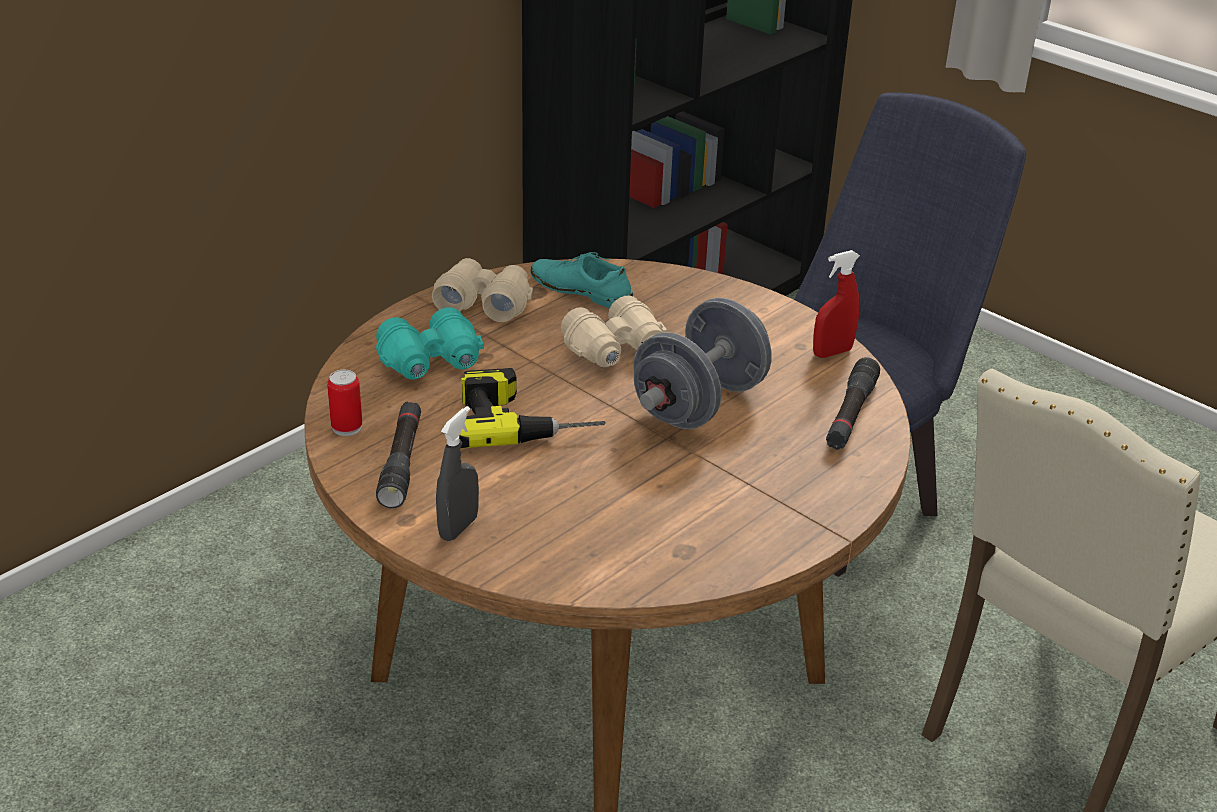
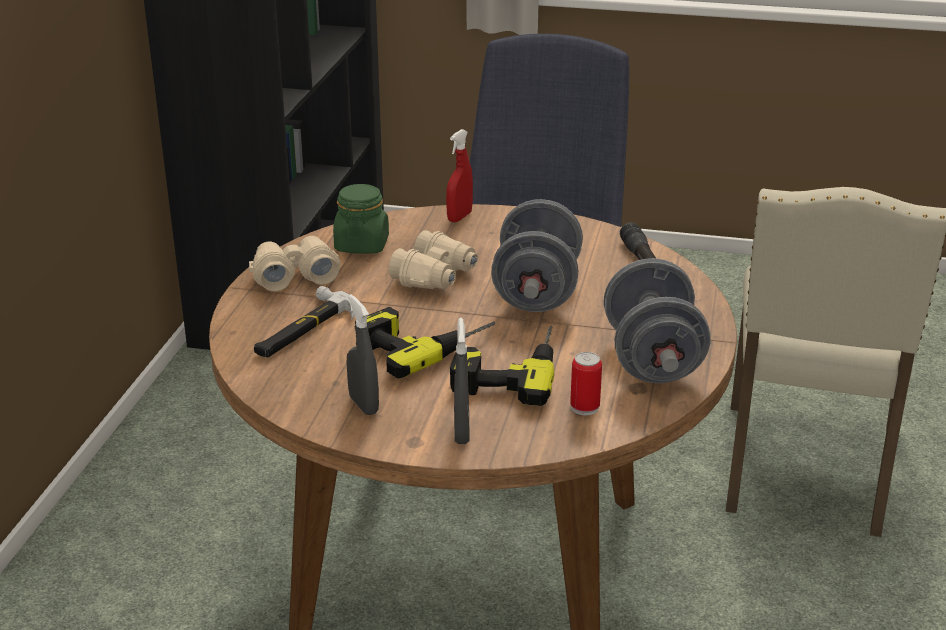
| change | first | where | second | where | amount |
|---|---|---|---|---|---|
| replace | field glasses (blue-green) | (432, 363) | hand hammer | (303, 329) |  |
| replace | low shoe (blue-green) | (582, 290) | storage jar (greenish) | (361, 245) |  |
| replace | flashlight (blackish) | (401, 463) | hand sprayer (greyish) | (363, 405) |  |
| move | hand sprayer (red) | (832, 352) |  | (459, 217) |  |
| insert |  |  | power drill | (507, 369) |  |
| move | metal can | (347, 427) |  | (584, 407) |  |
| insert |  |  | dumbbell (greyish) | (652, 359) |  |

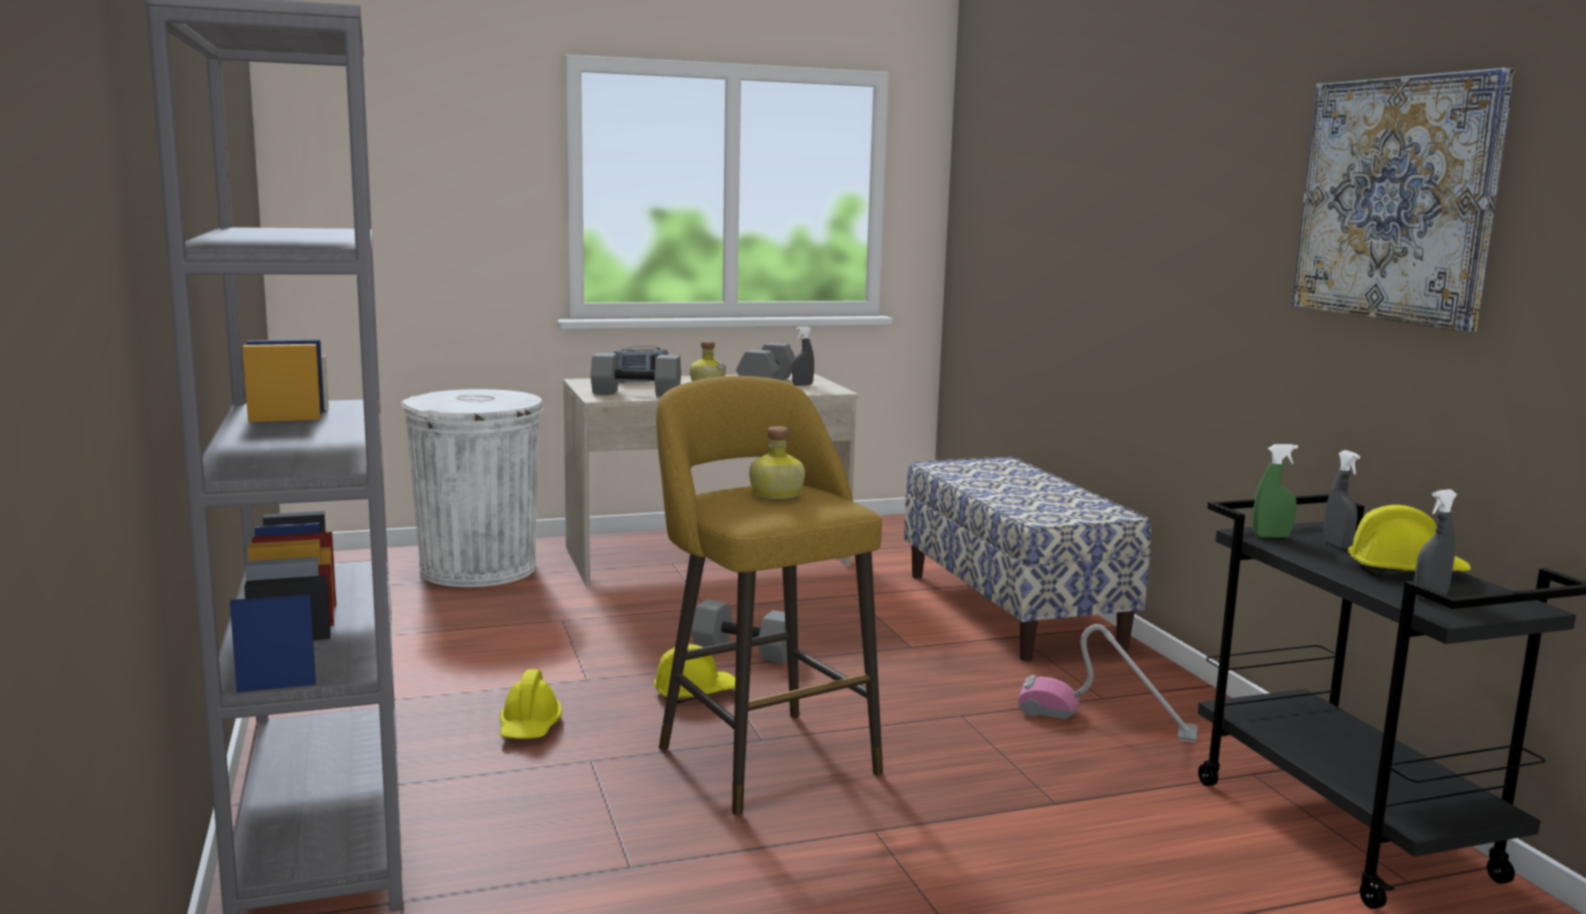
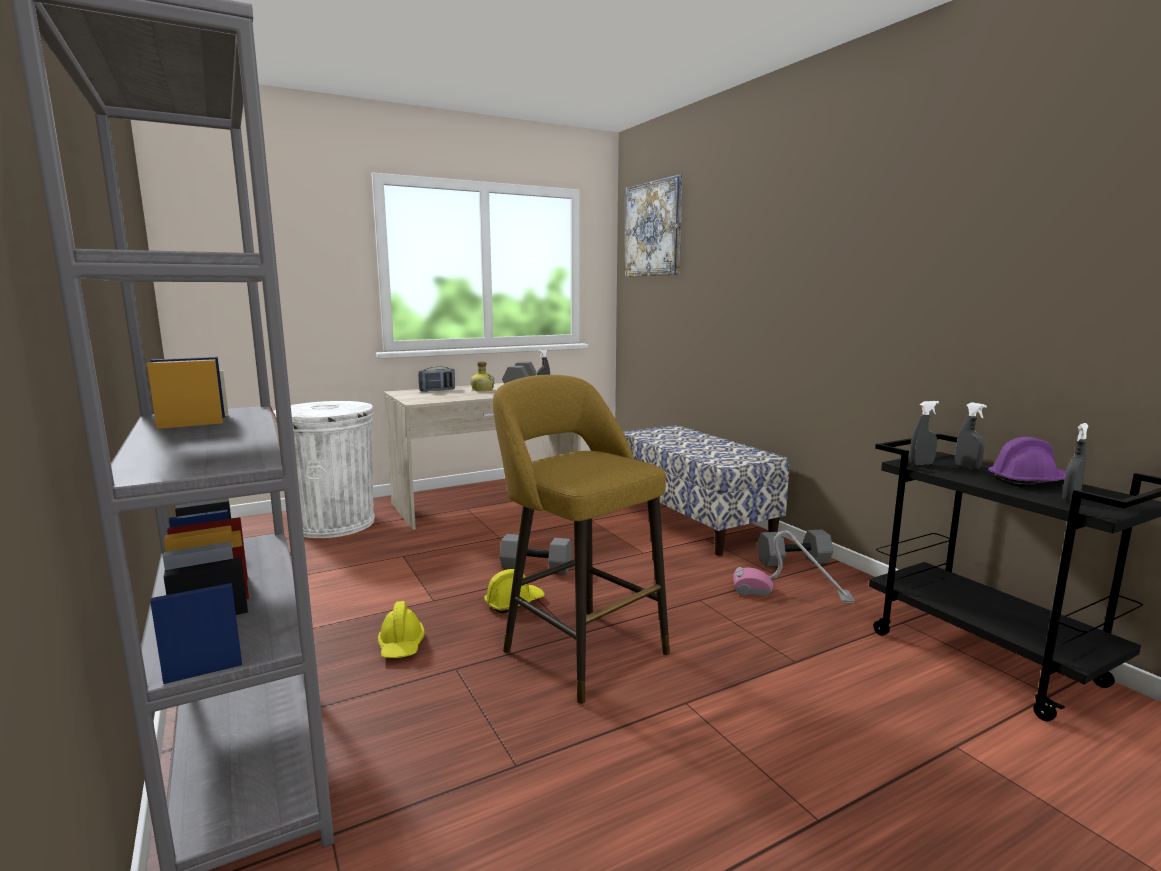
| change | first | where | second | where | amount |
|---|---|---|---|---|---|
| move | picture | (1397, 199) |  | (653, 229) |  |
| move | dumbbell (greyish) | (635, 393) |  | (793, 562) |  |
| recolor | hand sprayer (greenish) | (1271, 536) | hand sprayer (greyish) | (921, 464) |  |
| recolor | work helmet (yellow-coloured) | (1405, 571) | work helmet (purplish) | (1030, 481) |  |
| delete | bottle | (775, 494) |  |  |  |

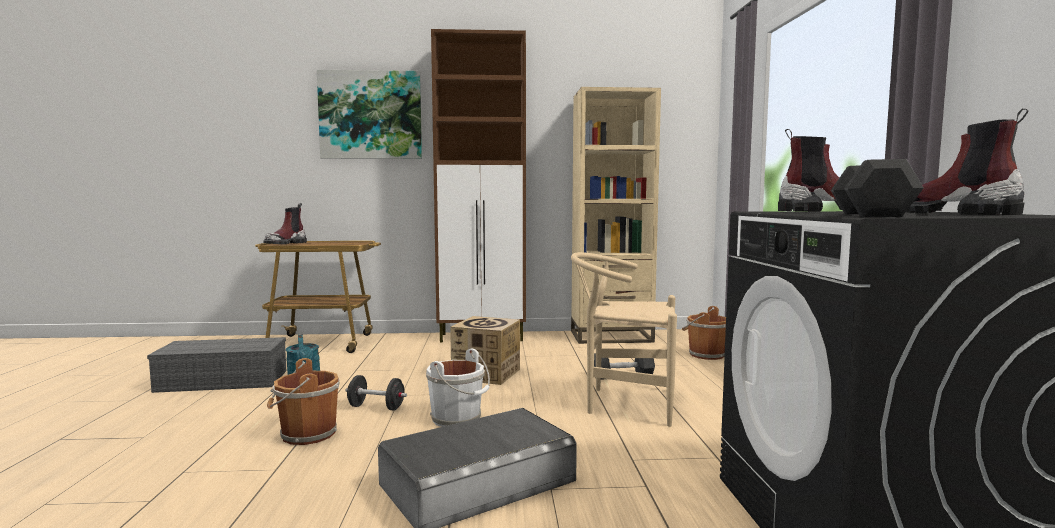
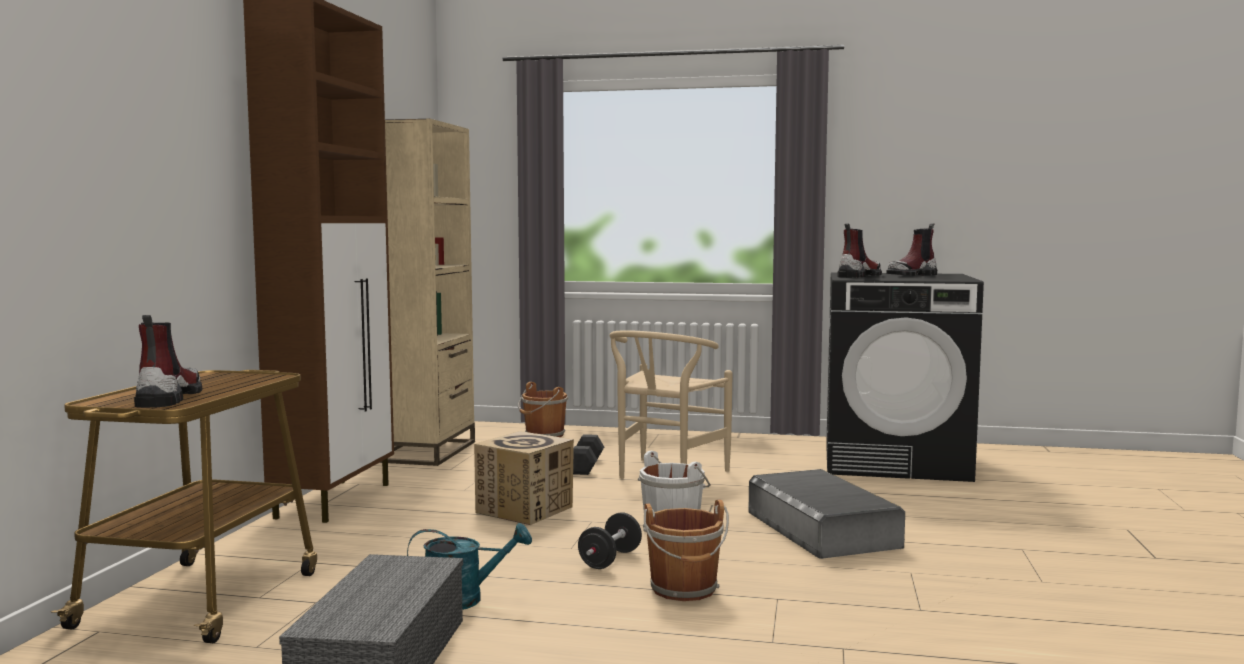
| change | first | where | second | where | amount |
|---|---|---|---|---|---|
| rotate | boot | (286, 243) |  | (169, 398) | 135 degrees counterclockwise |
| delete | picture | (370, 115) |  |  |  |
| delete | dumbbell (blackish) | (869, 215) |  |  |  |

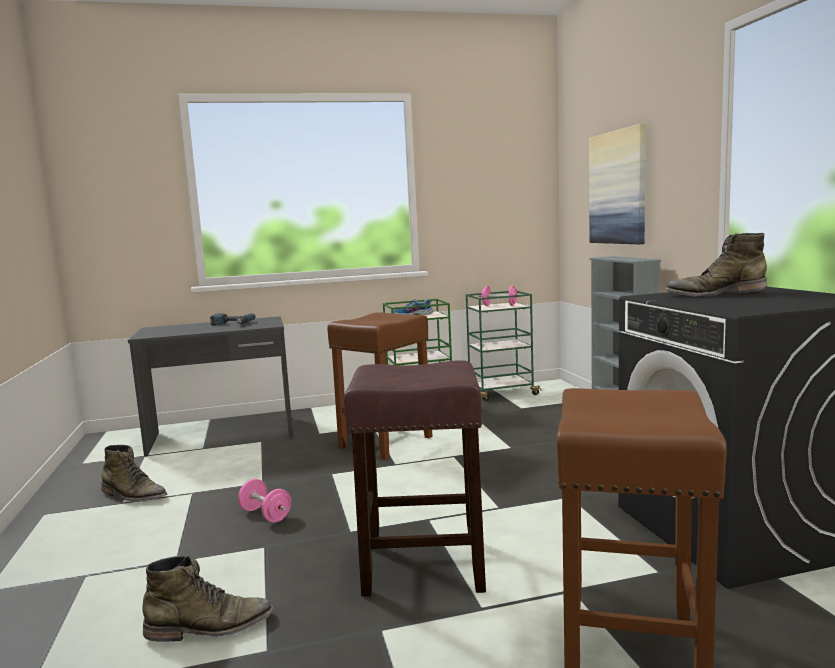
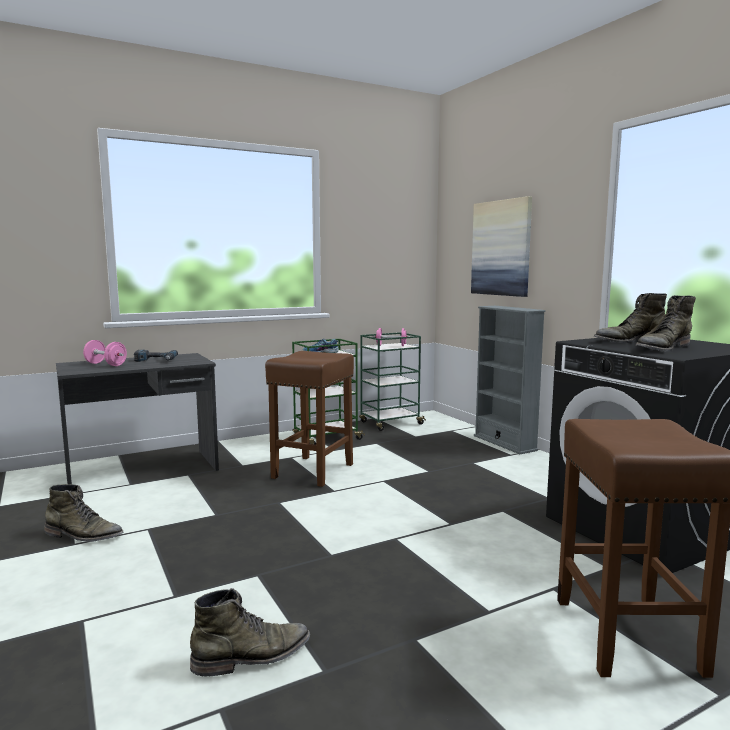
| change | first | where | second | where | amount |
|---|---|---|---|---|---|
| move | dumbbell (pink) | (266, 515) |  | (106, 364) |  |
| insert |  |  | boot (greenish) | (662, 348) |  |
| delete | stool (brown) | (421, 567) |  |  |  |

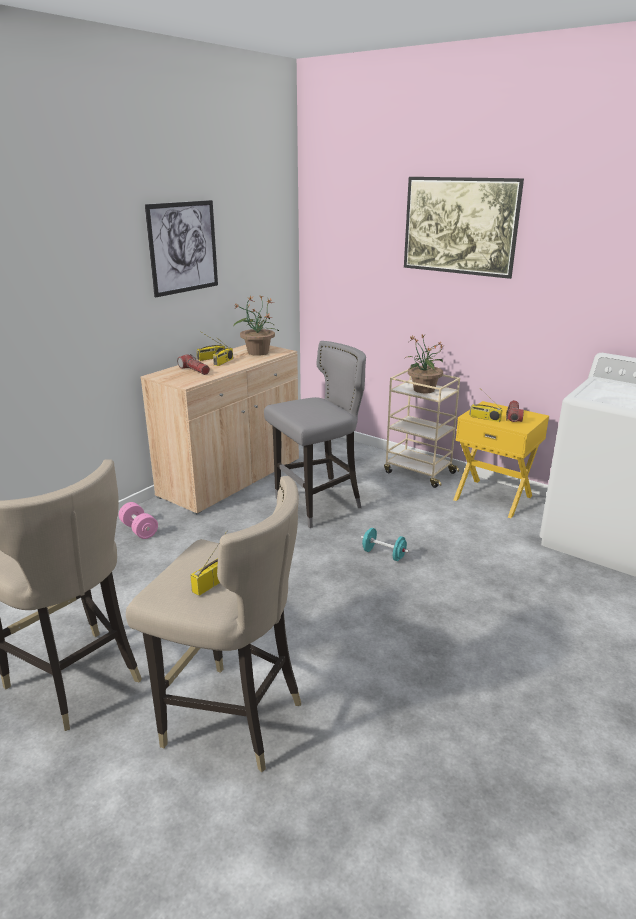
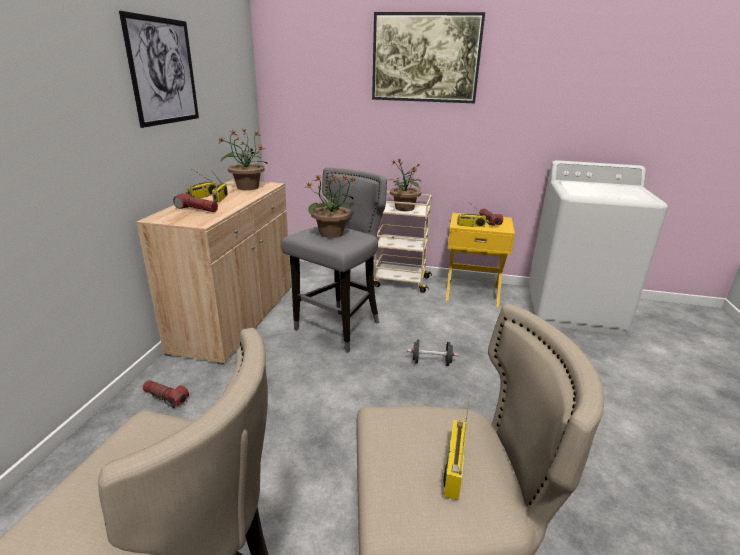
| change | first | where | second | where | amount |
|---|---|---|---|---|---|
| replace | dumbbell (pink) | (139, 530) | flashlight | (166, 398) |  |
| insert |  |  | plant in a pot | (332, 233) |  |
| recolor | dumbbell (blue-green) | (383, 554) | dumbbell (blackish) | (431, 362) |  |

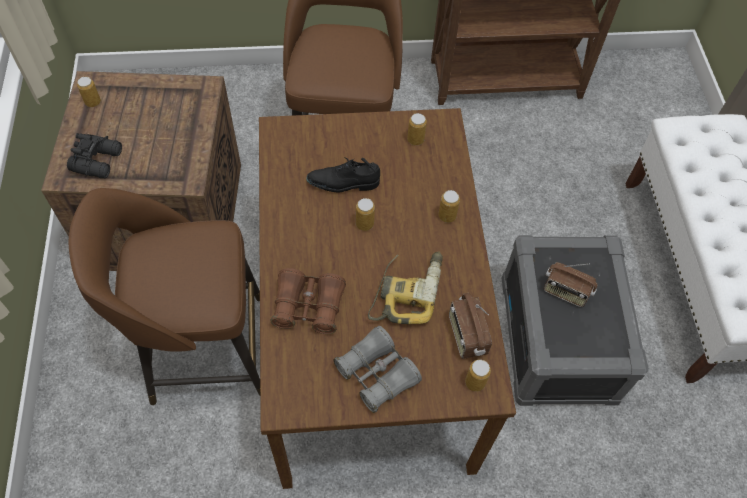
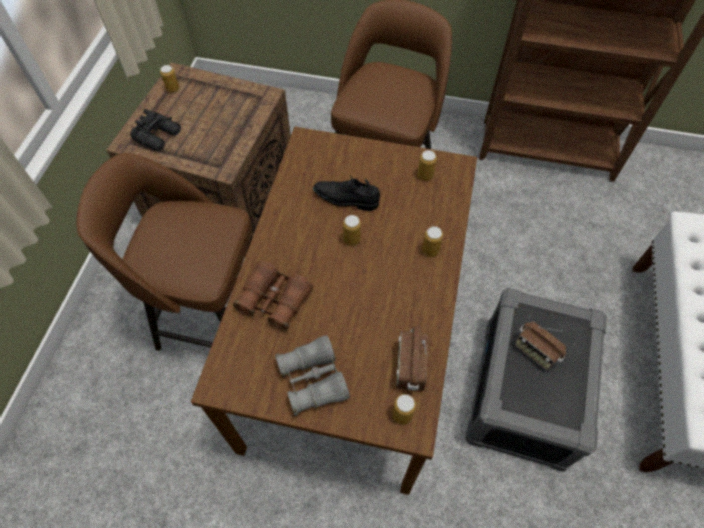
| change | first | where | second | where | amount |
|---|---|---|---|---|---|
| delete | power drill | (407, 290) |  |  |  |

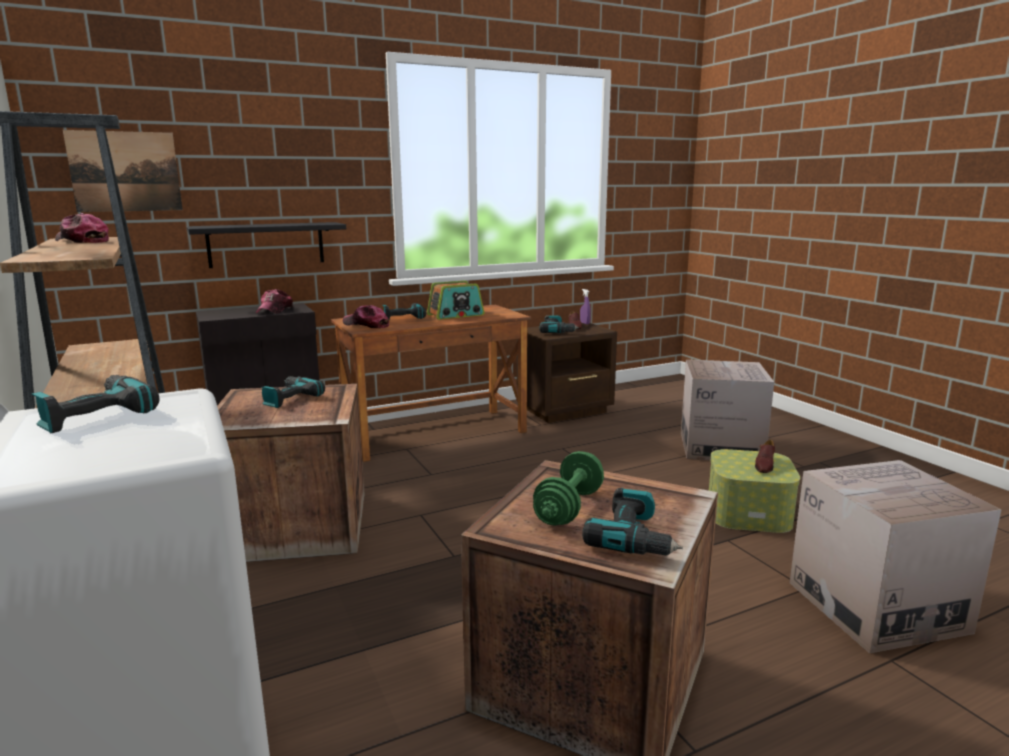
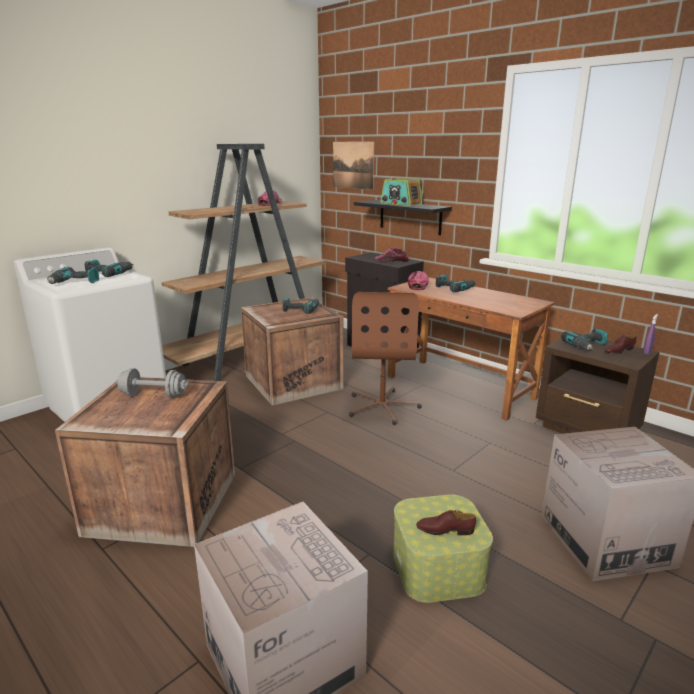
| change | first | where | second | where | amount |
|---|---|---|---|---|---|
| move | power drill | (634, 538) |  | (75, 282) |  |
| recolor | dumbbell (greenish) | (569, 507) | dumbbell (greyish) | (154, 395) |  |
| insert |  |  | desk chair (brown) | (382, 406) |  |
| move | radio | (456, 315) |  | (400, 203) |  |

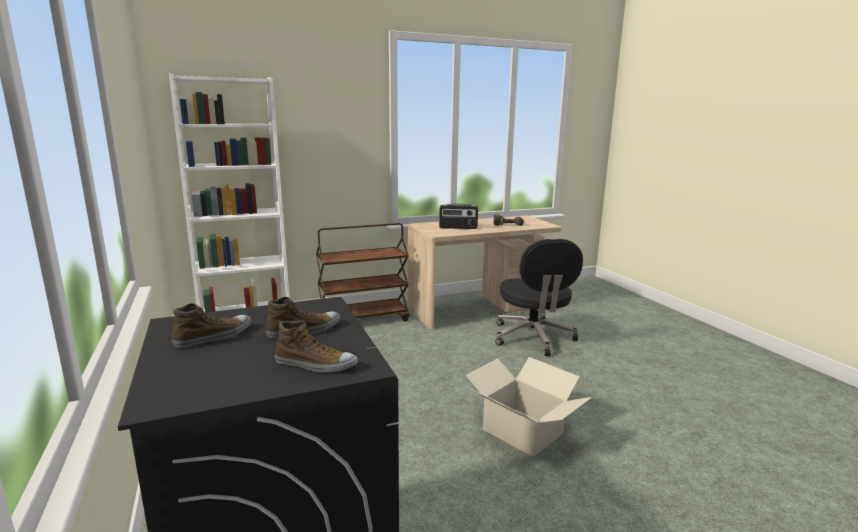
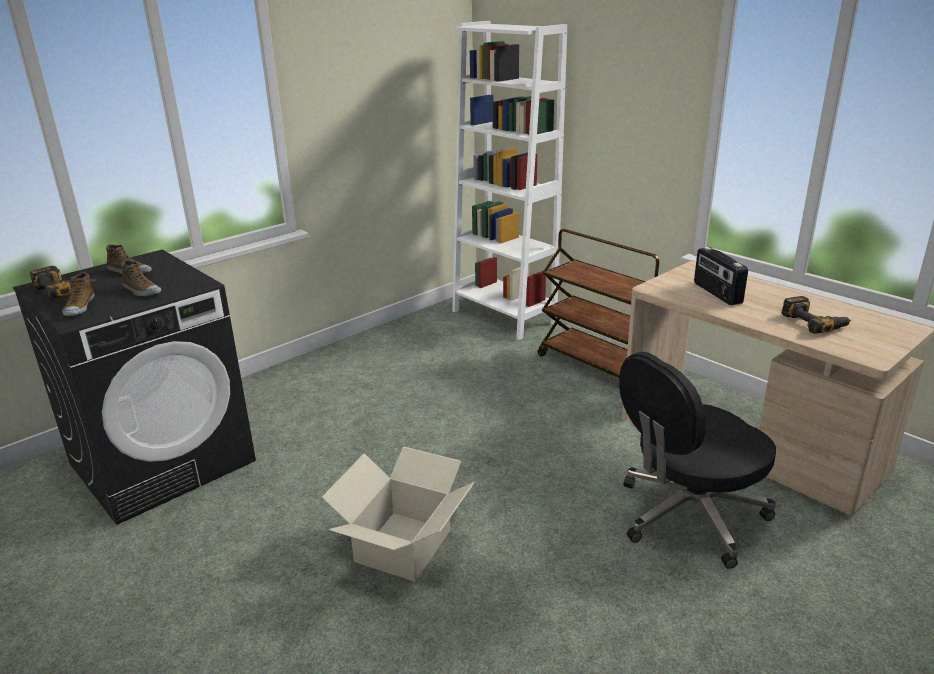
| change | first | where | second | where | amount |
|---|---|---|---|---|---|
| insert |  |  | power drill | (65, 288) |  |

